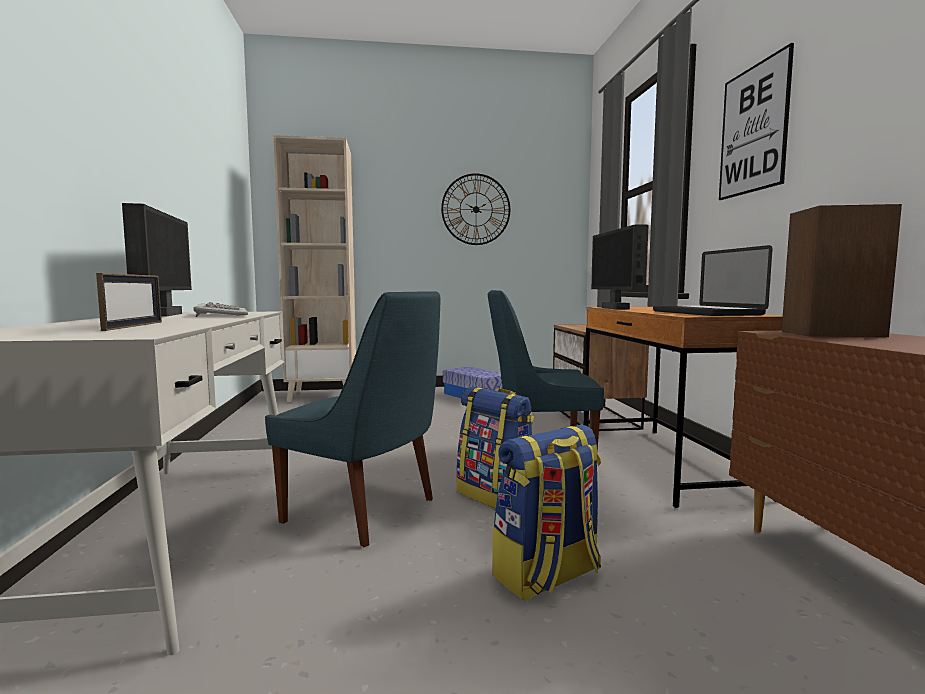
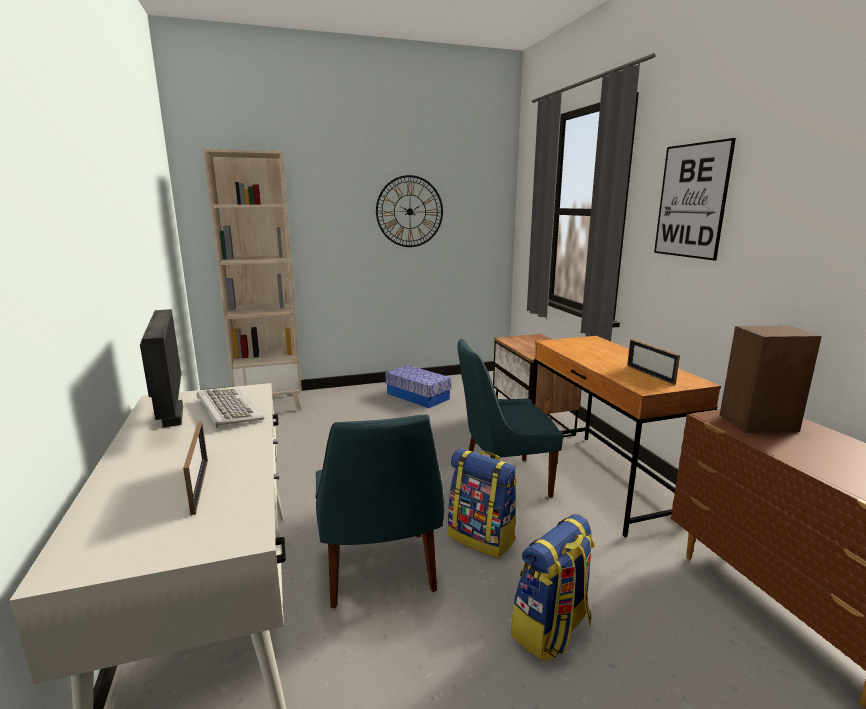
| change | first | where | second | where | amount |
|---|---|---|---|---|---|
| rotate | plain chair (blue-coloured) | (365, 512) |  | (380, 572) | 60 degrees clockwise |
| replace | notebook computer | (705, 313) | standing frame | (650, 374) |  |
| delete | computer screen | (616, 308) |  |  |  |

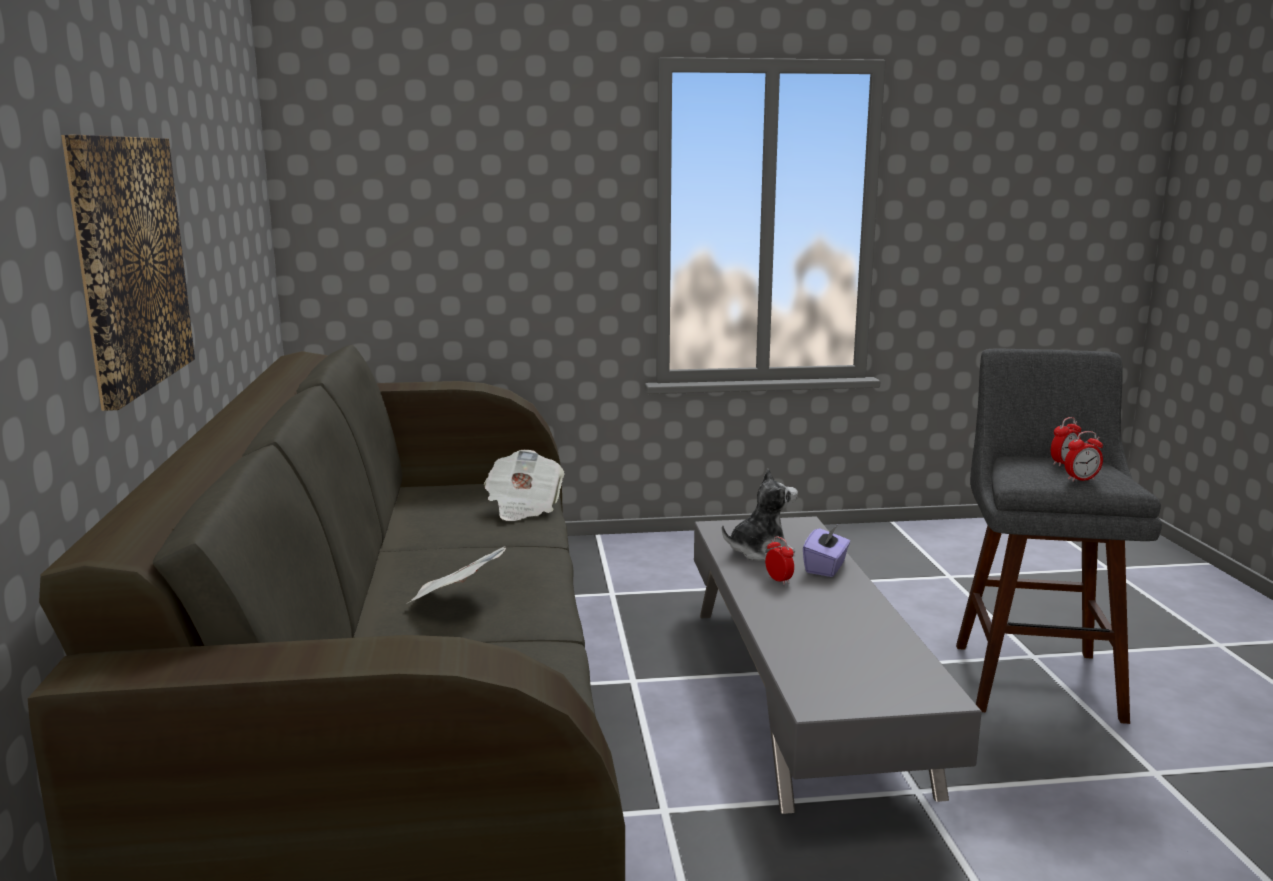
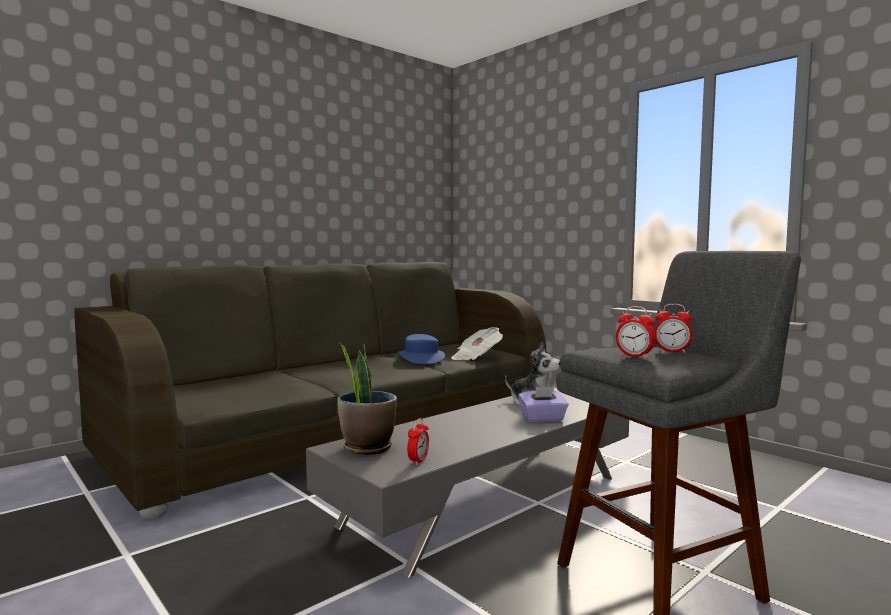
| change | first | where | second | where | amount |
|---|---|---|---|---|---|
| insert |  |  | plant in a pot | (367, 448) |  |
| insert |  |  | clothing hat (blue-coloured) | (421, 358) |  |
| move | table clock | (778, 580) |  | (418, 461) |  |
| delete | picture | (130, 263) |  |  |  |
| delete | printed paper | (457, 600) |  |  |  |

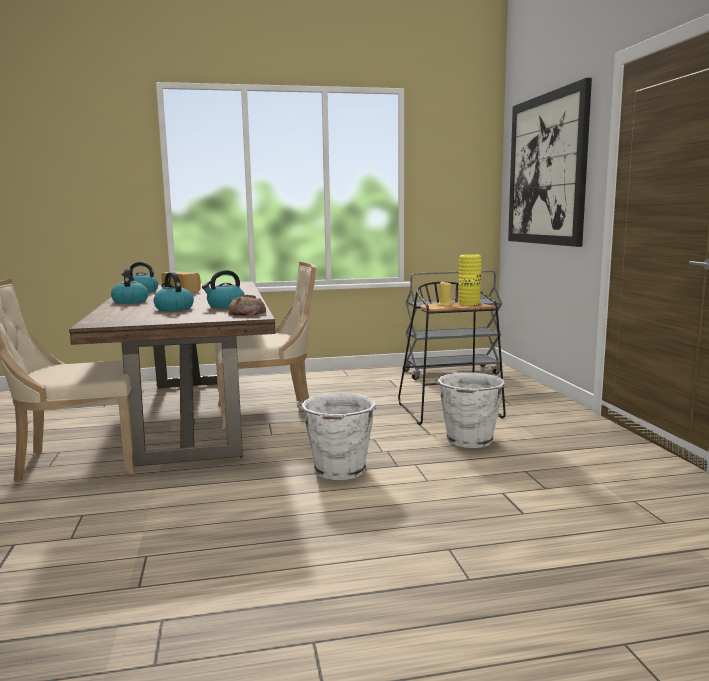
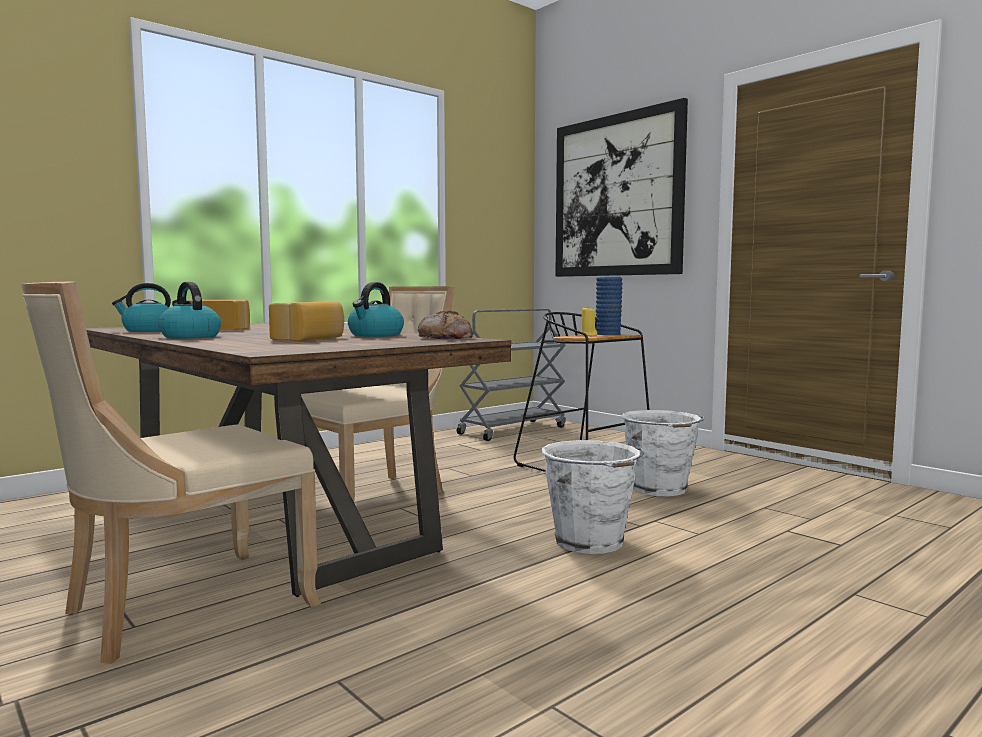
| change | first | where | second | where | amount |
|---|---|---|---|---|---|
| replace | water kettle | (173, 309) | bread | (310, 339) |  |
| recolor | vase (yellow-coloured) | (469, 304) | vase (blue-coloured) | (608, 334) |  |

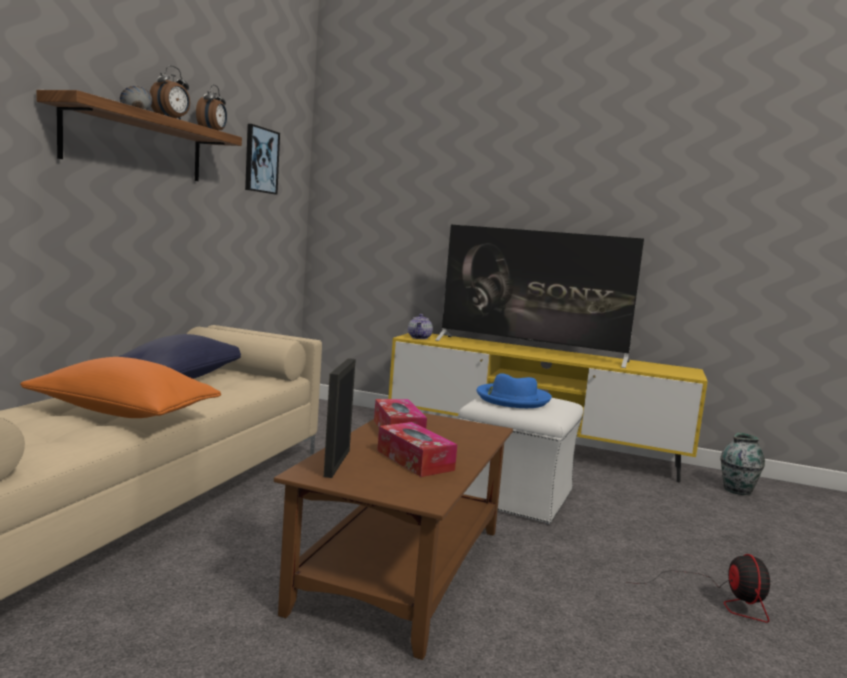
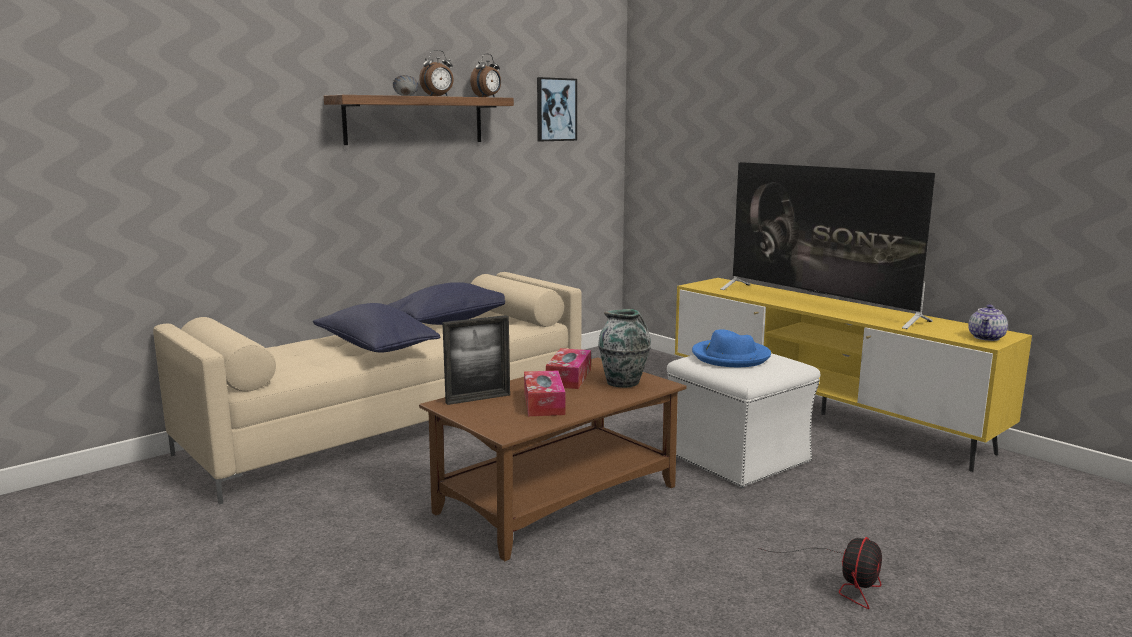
| change | first | where | second | where | amount |
|---|---|---|---|---|---|
| recolor | cushion (orange-coloured) | (122, 413) | cushion (blue-coloured) | (375, 348) |  |
| rotate | standing frame | (337, 463) |  | (478, 399) | 150 degrees counterclockwise |
| move | vase | (737, 490) |  | (624, 383) |  |
| move | pot for tea | (419, 338) |  | (986, 338) |  |

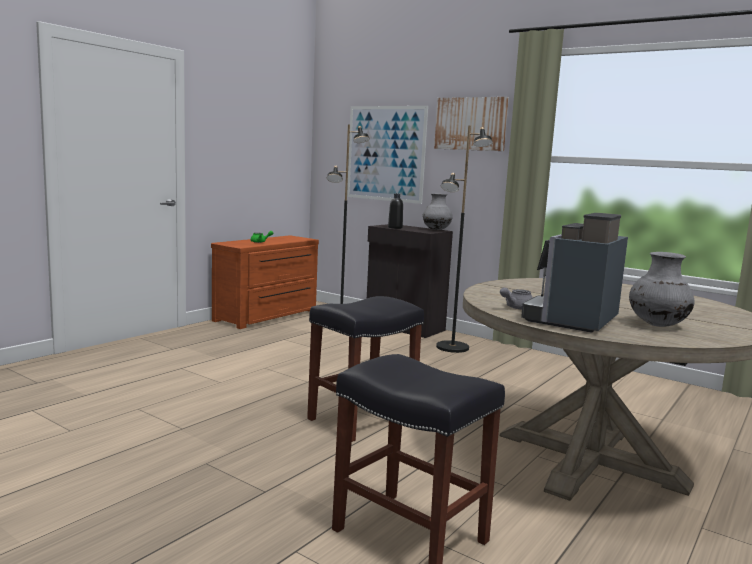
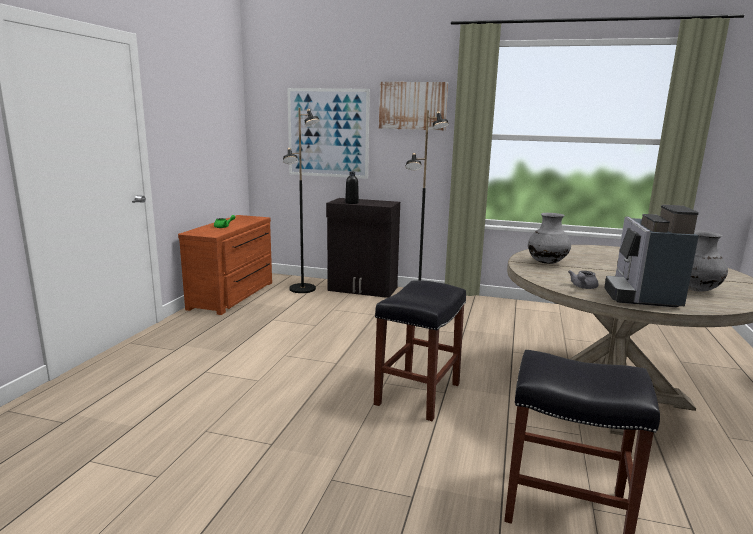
| change | first | where | second | where | amount |
|---|---|---|---|---|---|
| move | vase (greyish) | (436, 230) |  | (547, 263) |  |

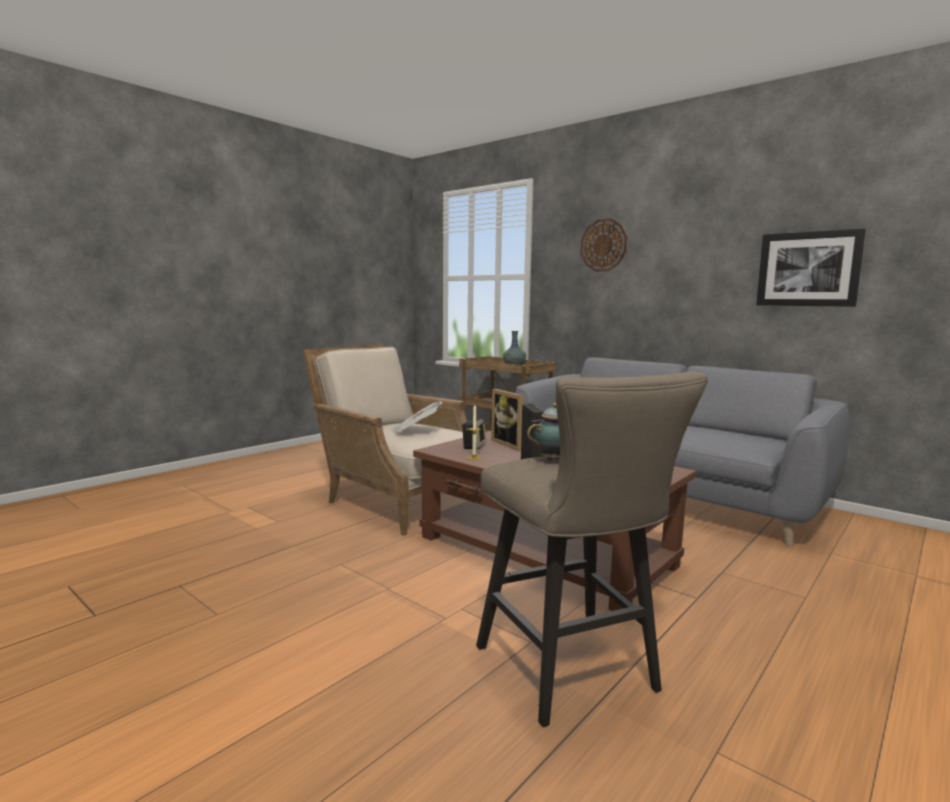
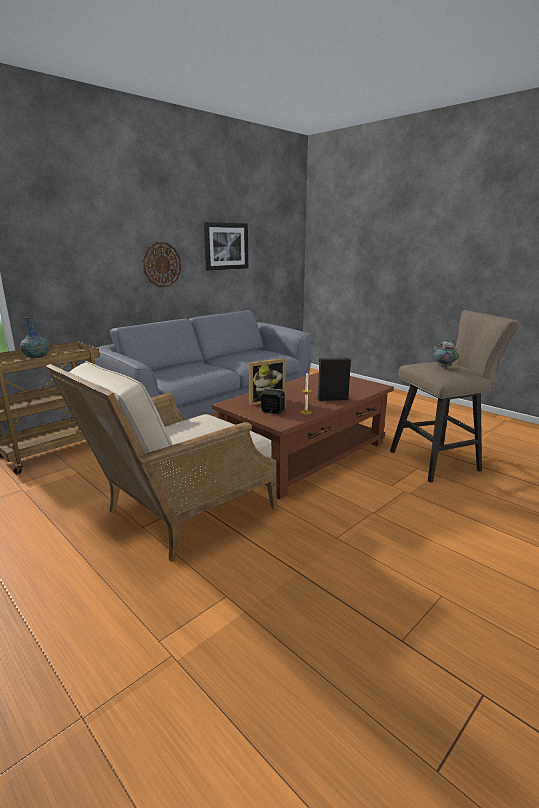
| change | first | where | second | where | amount |
|---|---|---|---|---|---|
| move | hanging clock | (603, 245) |  | (162, 264) |  |
| delete | printed paper | (415, 431) |  |  |  |

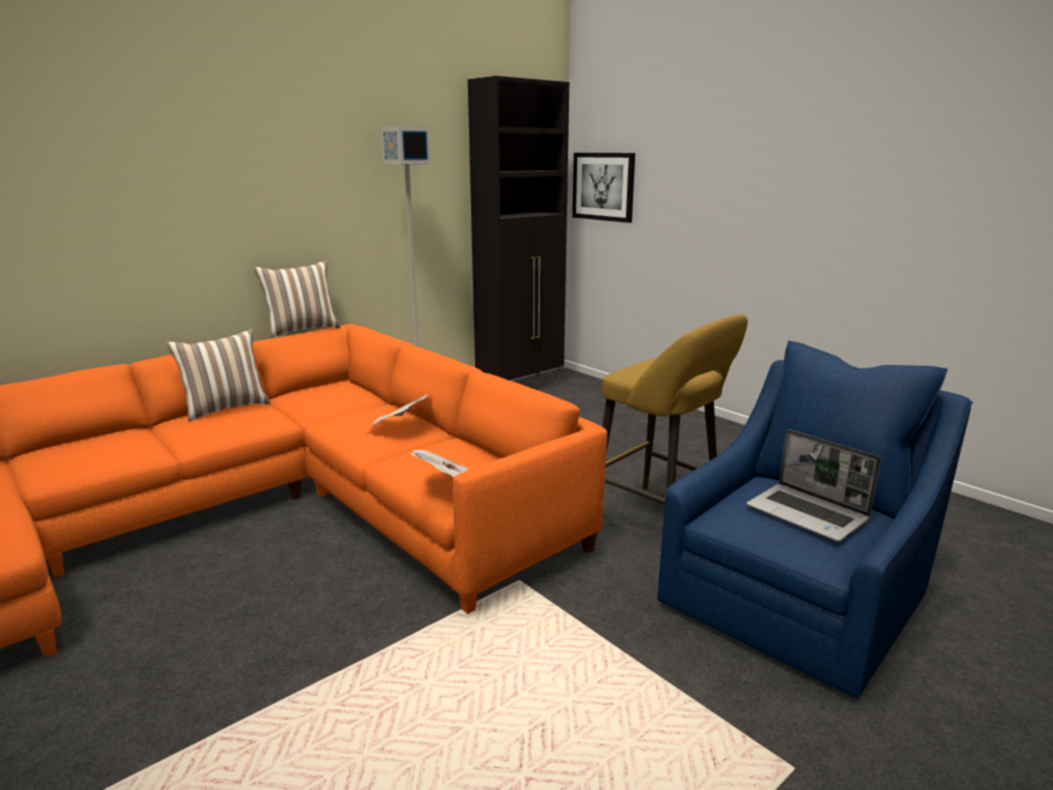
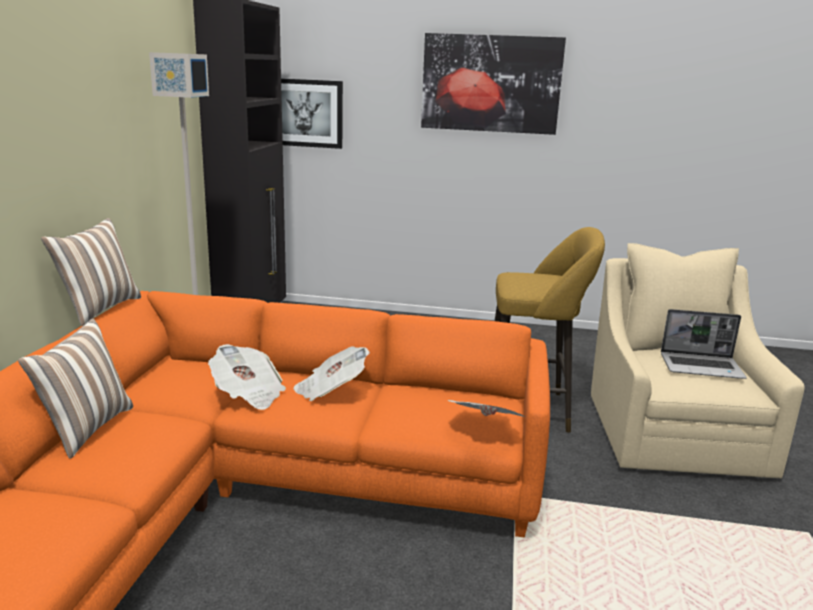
| change | first | where | second | where | amount |
|---|---|---|---|---|---|
| insert |  |  | printed paper | (248, 394) |  |
| insert |  |  | picture | (491, 84) |  |
| recolor | lounge chair (blue-coloured) | (798, 598) | lounge chair (sand-coloured) | (673, 432) |  |

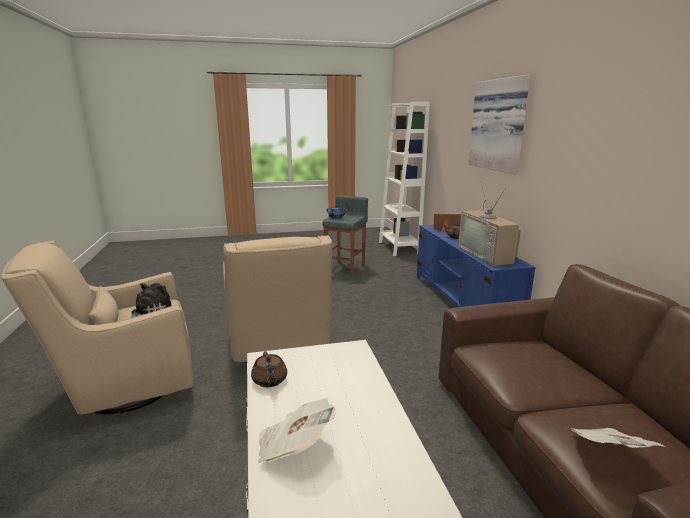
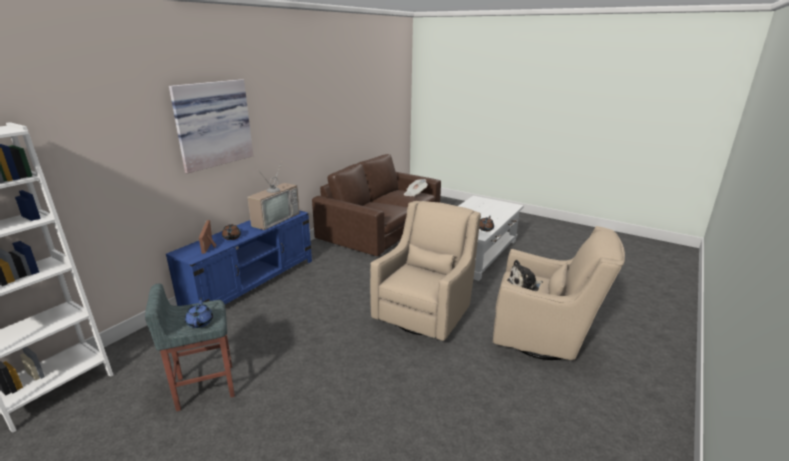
| change | first | where | second | where | amount |
|---|---|---|---|---|---|
| delete | printed paper | (294, 446) |  |  |  |

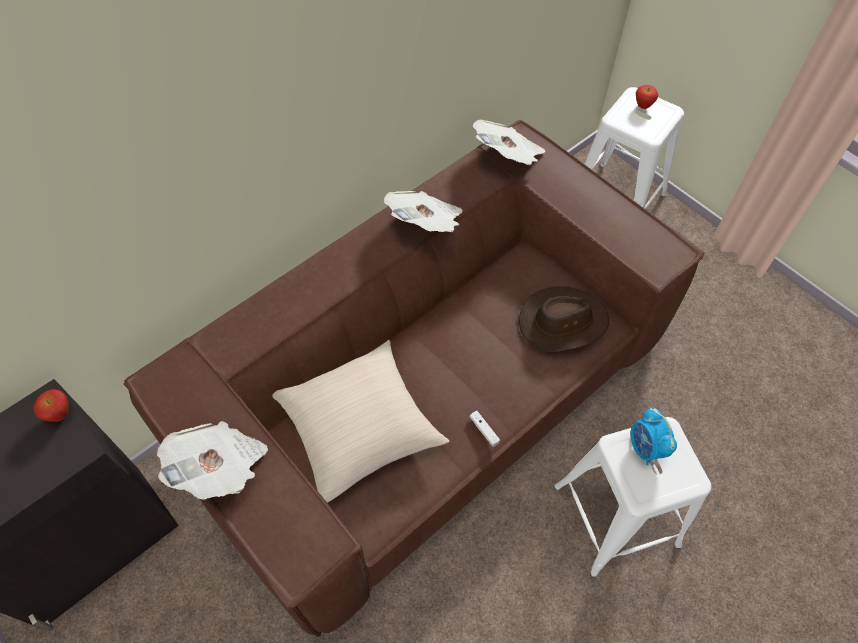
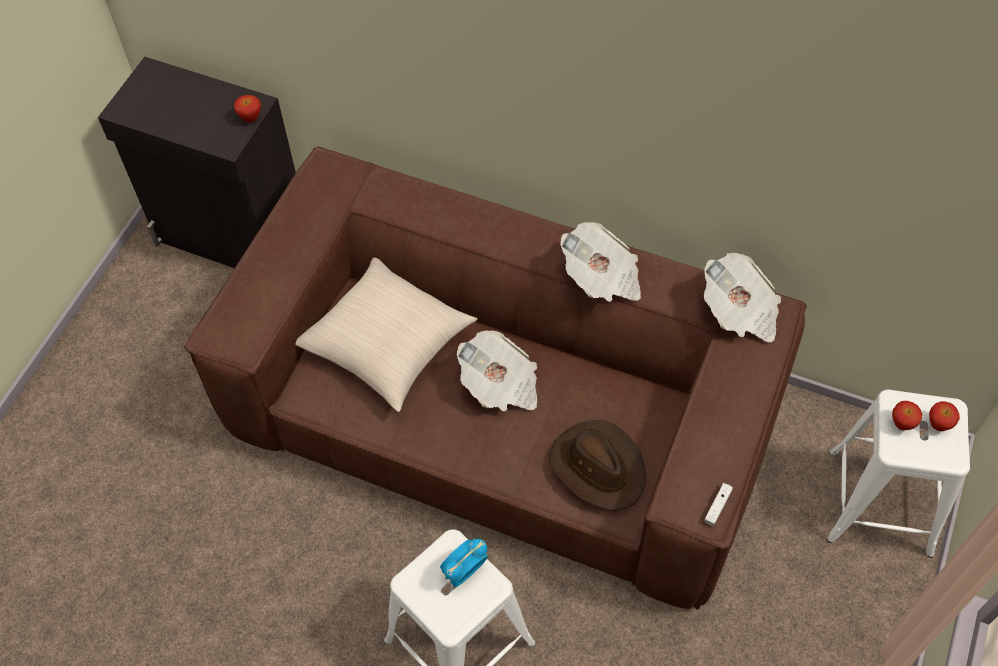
| change | first | where | second | where | amount |
|---|---|---|---|---|---|
| move | printed paper | (220, 467) |  | (500, 385) |  |
| move | game controller (white-coloured) | (484, 430) |  | (717, 506) |  |
| insert |  |  | apple | (901, 424) |  |

